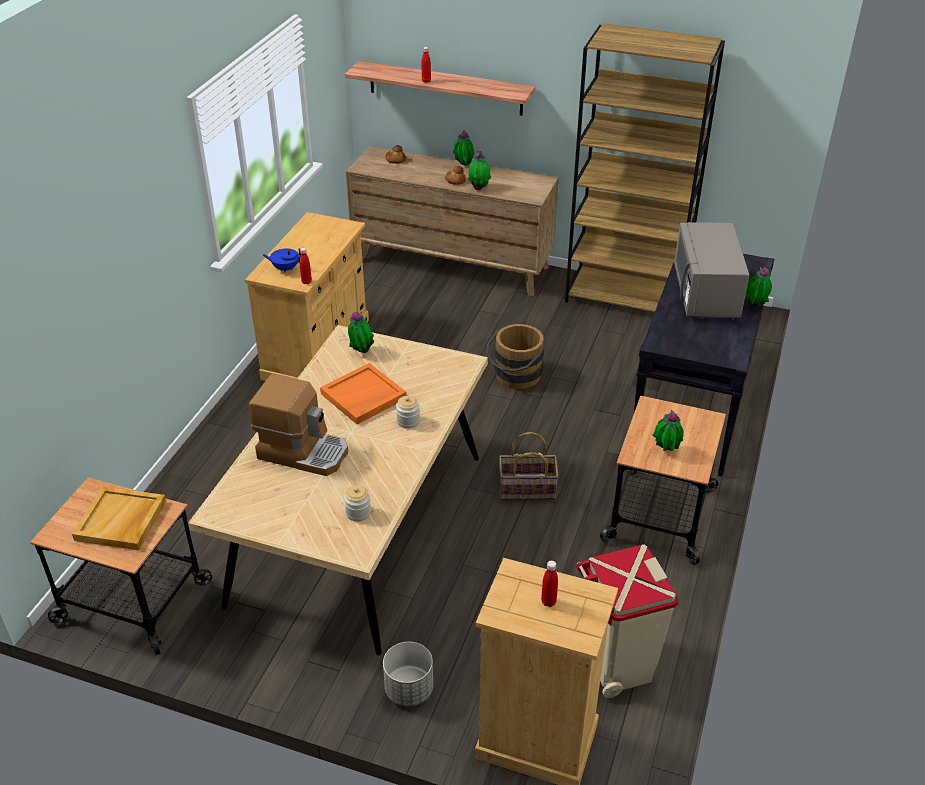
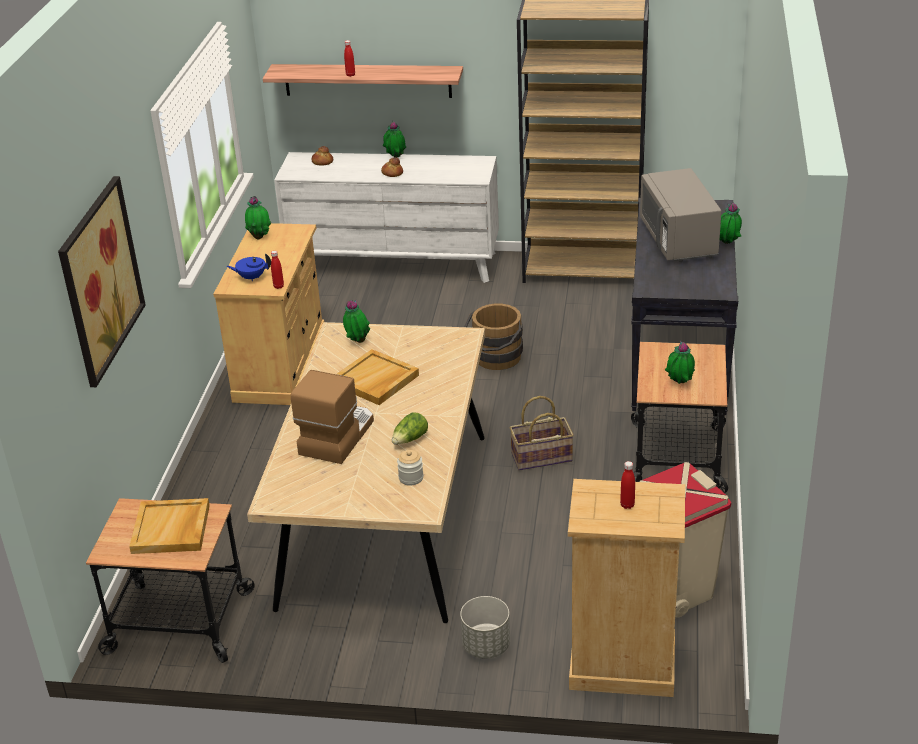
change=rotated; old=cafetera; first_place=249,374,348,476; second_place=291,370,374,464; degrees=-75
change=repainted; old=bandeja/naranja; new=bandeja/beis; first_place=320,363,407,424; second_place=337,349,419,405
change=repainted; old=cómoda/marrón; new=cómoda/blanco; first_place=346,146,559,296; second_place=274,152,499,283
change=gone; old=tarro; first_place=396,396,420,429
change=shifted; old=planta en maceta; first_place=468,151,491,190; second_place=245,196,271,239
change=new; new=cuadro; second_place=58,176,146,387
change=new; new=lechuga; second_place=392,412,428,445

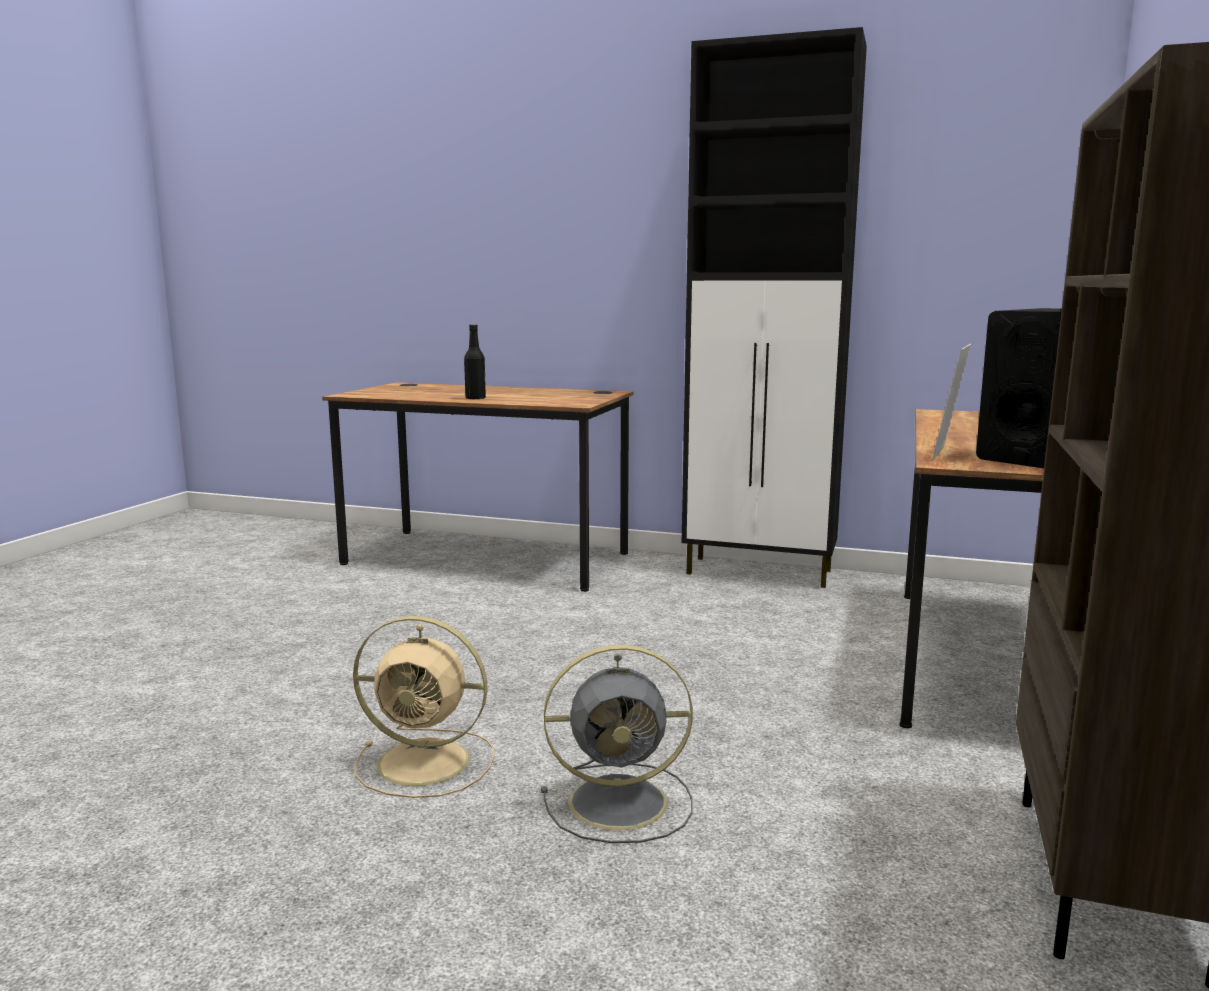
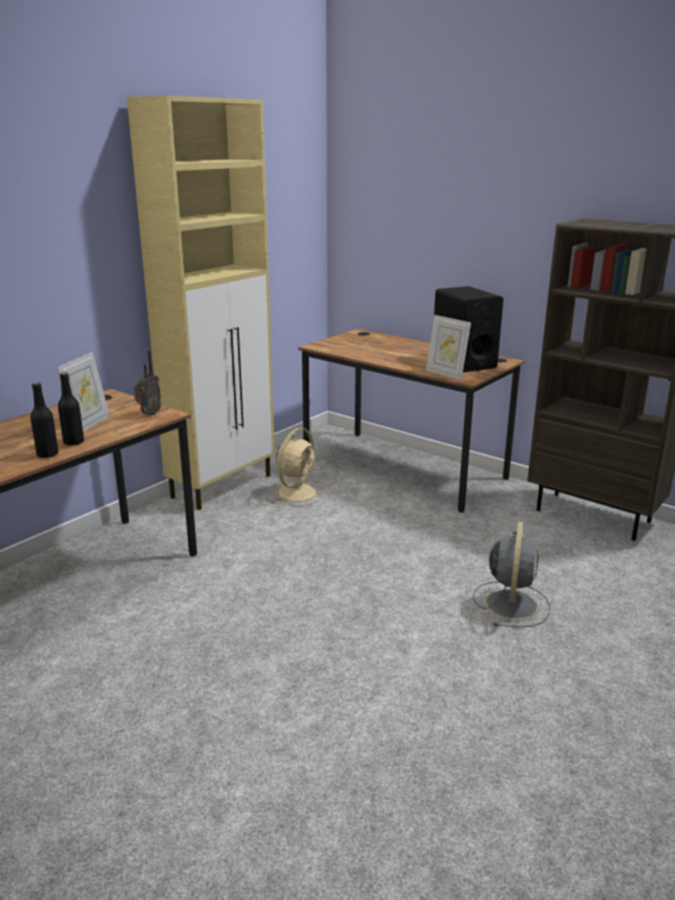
change=shifted; old=ventilador/beis; first_place=353,616,494,798; second_place=270,428,327,506
change=repainted; old=armario/negro; new=armario/beis; first_place=682,27,867,588; second_place=127,96,275,510
change=new; new=botella/negro; second_place=30,382,59,458
change=new; new=portarretratos; second_place=57,352,110,432
change=new; new=radio; second_place=134,350,161,416

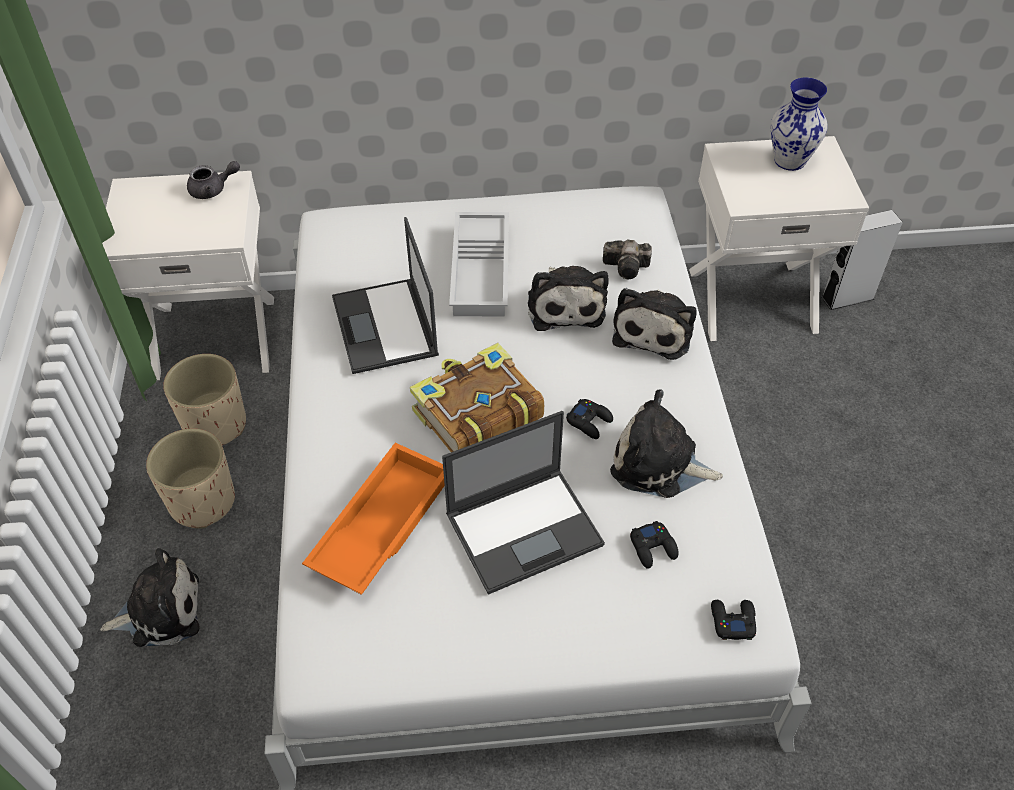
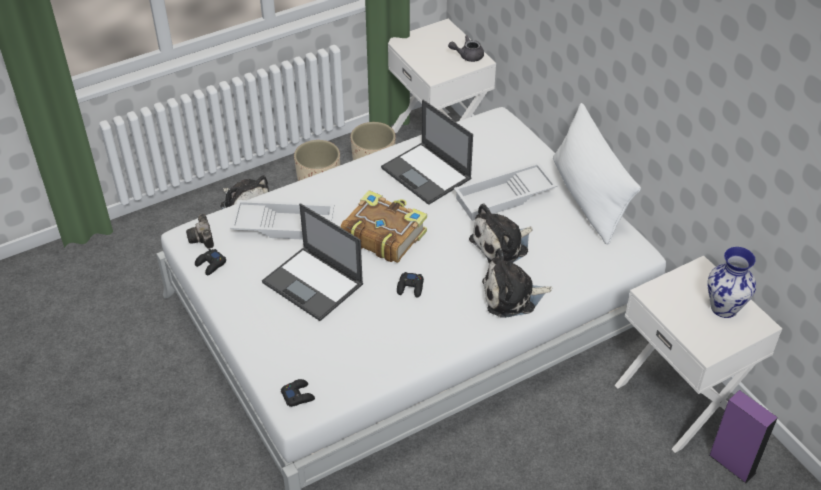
change=rotated; old=tetera/gris; first_place=187,161,240,199; second_place=448,35,484,62; degrees=120
change=repainted; old=bandeja/naranja; new=bandeja/blanco; first_place=302,443,445,595; second_place=230,200,334,240
change=rotated; old=portátil; first_place=332,217,439,374; second_place=381,100,473,205; degrees=-90
change=shifted; old=cámara; first_place=603,239,652,279; second_place=186,214,214,249
change=gone; old=peluche; first_place=610,389,723,498
change=shifted; old=mando de consola/negro; first_place=630,521,678,569; second_place=195,249,226,275
change=repainted; old=altavoz/gris; new=altavoz/morado; first_place=821,210,903,310; second_place=709,390,778,484
change=new; new=cojín/blanco; second_place=553,103,641,244

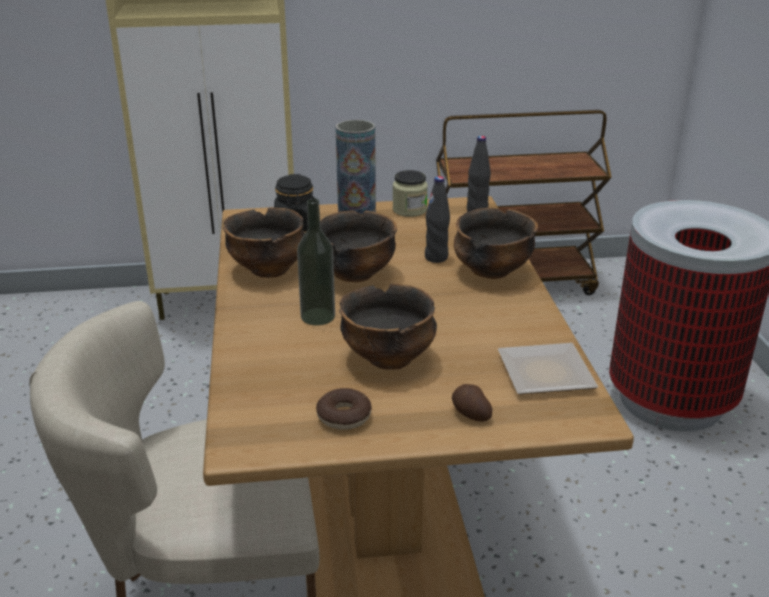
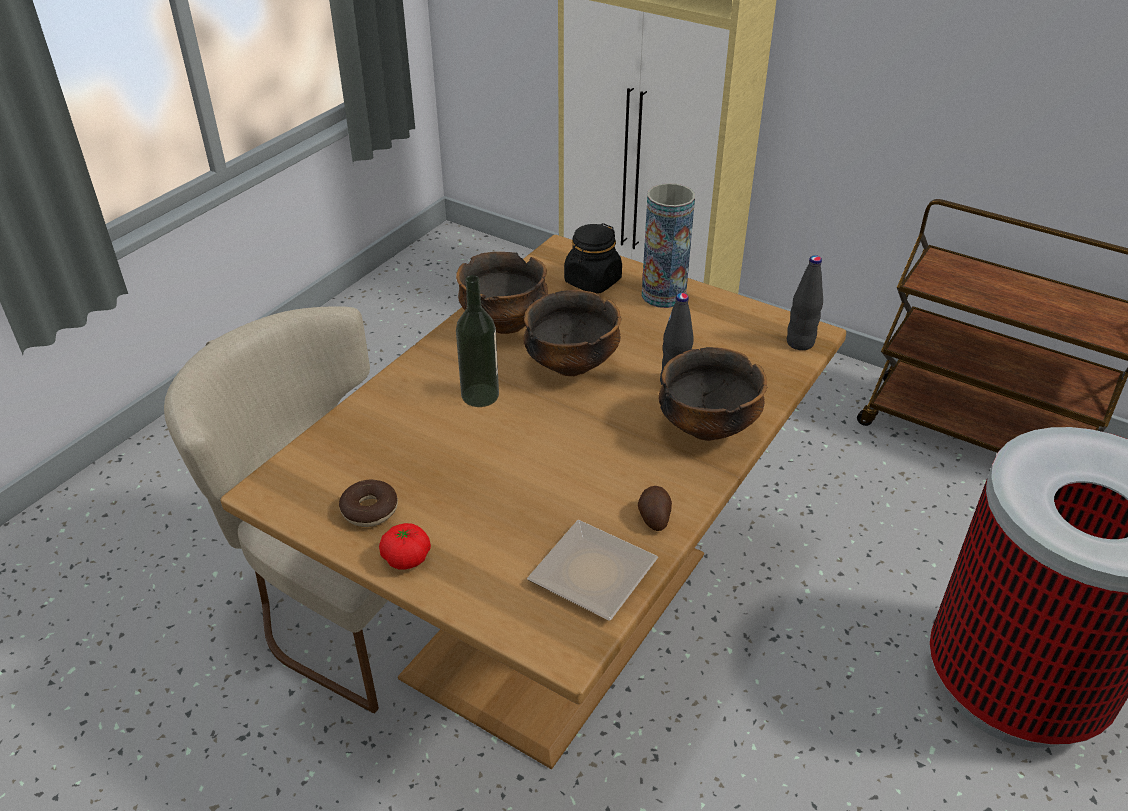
change=gone; old=cuenco; first_place=339,284,437,370
change=gone; old=tarro; first_place=393,170,428,217
change=shifted; old=patata; first_place=452,384,492,422; second_place=638,486,672,531
change=new; new=tomate; second_place=379,523,431,570

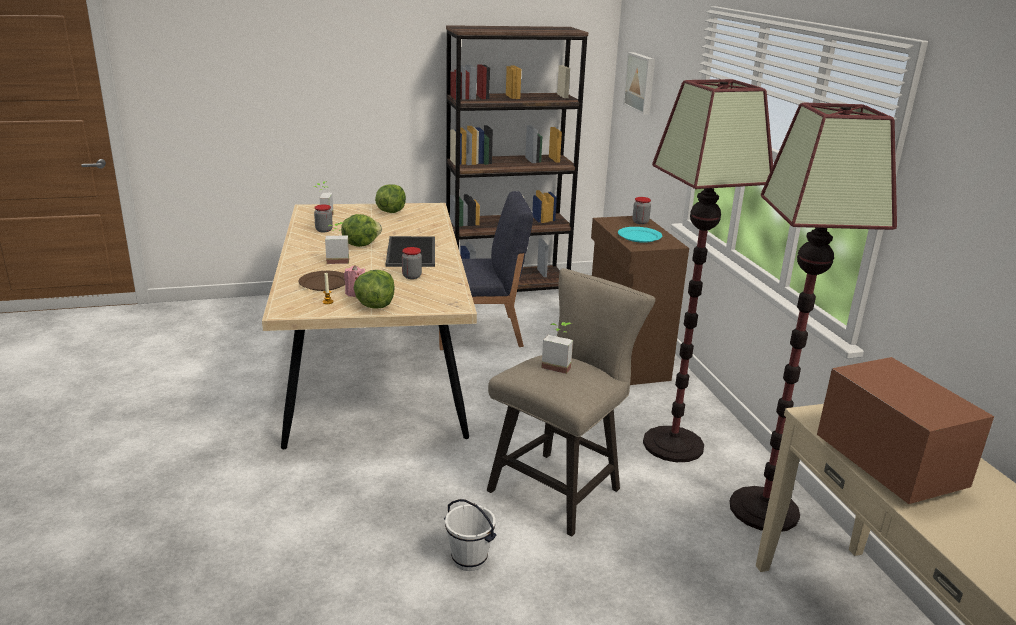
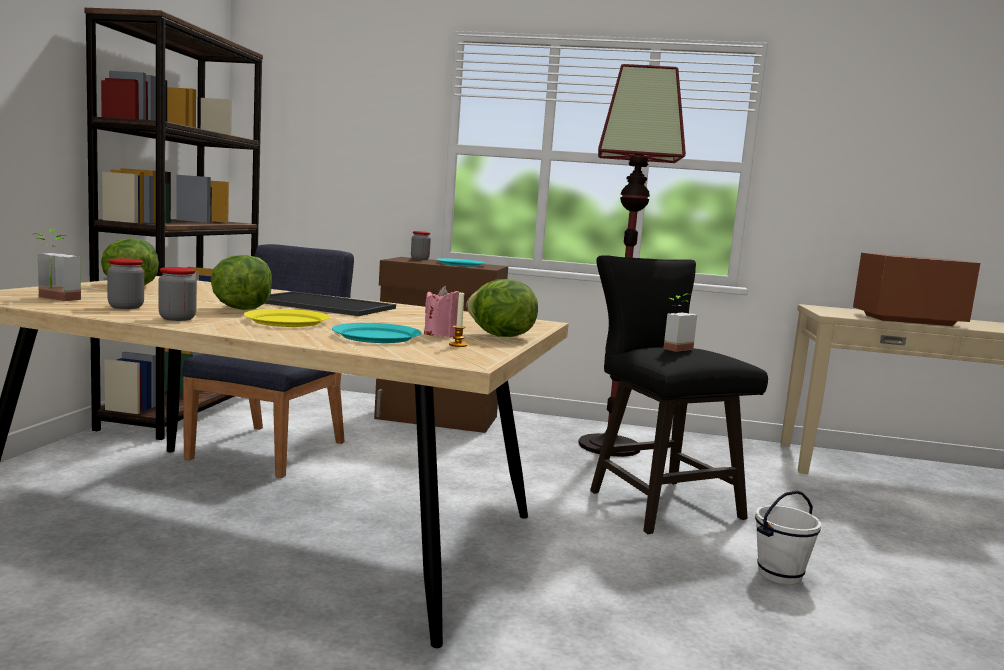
change=repainted; old=plato/marrón; new=plato/turquesa; first_place=299,271,345,291; second_place=332,323,421,343
change=swapped; old=planta en maceta; new=plato/amarillo; first_place=325,222,349,264; second_place=243,309,330,327
change=shifted; old=tarro; first_place=402,247,422,279; second_place=158,267,197,321
change=repainted; old=taburete/beis; new=taburete/negro; first_place=487,268,655,537; second_place=590,255,768,534
change=gone; old=cuadro; first_place=623,52,655,115
change=gone; old=lámpara de pie; first_place=730,102,897,532

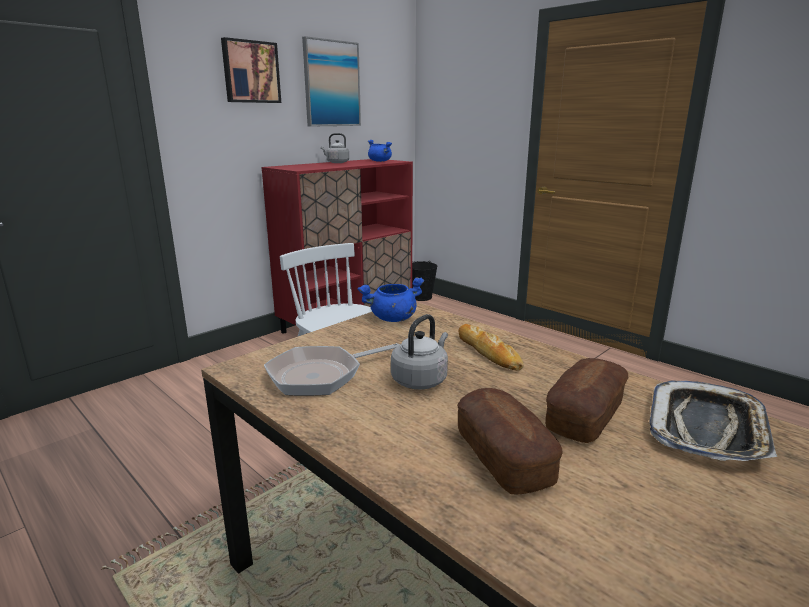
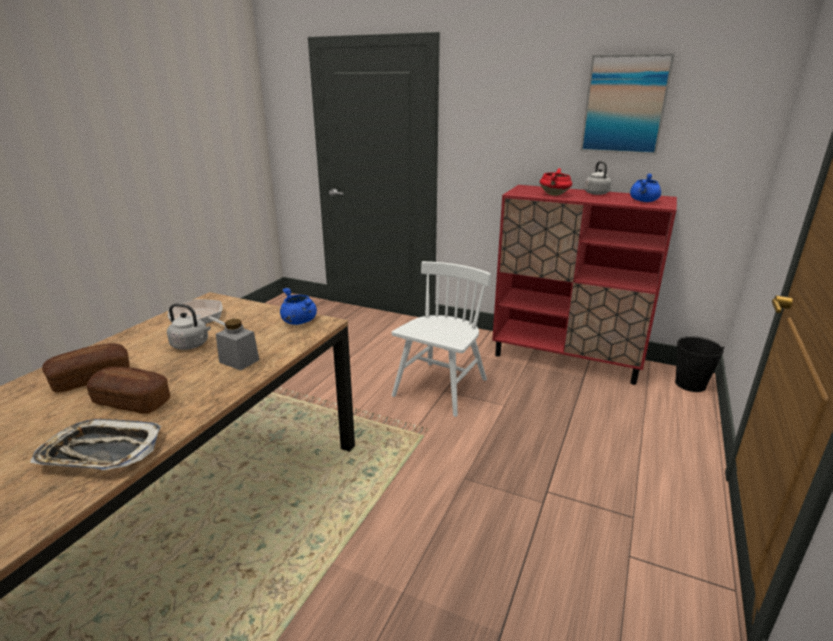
change=gone; old=cuadro; first_place=221,37,281,103
change=swapped; old=pan; new=tarro/gris; first_place=458,324,524,371; second_place=216,319,259,370
change=new; new=olla/rojo; second_place=540,168,572,196

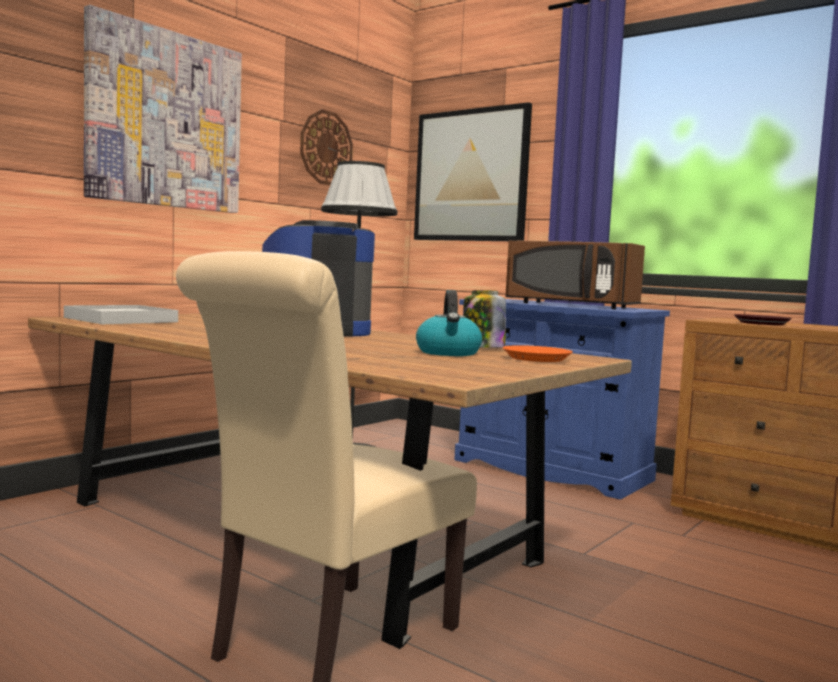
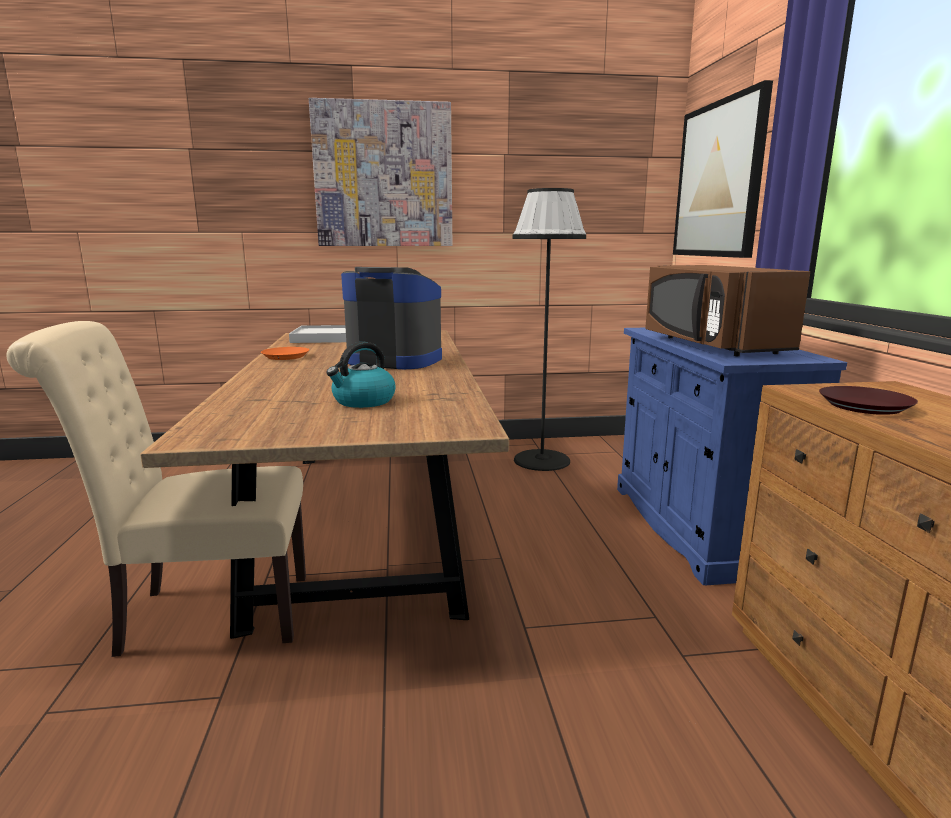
change=gone; old=reloj de pared; first_place=300,109,353,185
change=gone; old=tarro; first_place=463,290,506,348
change=shifted; old=plato/naranja; first_place=502,345,573,362; second_place=261,347,309,360

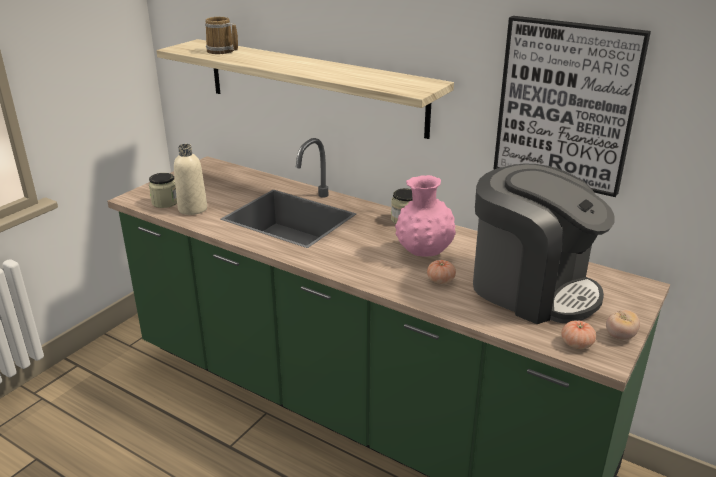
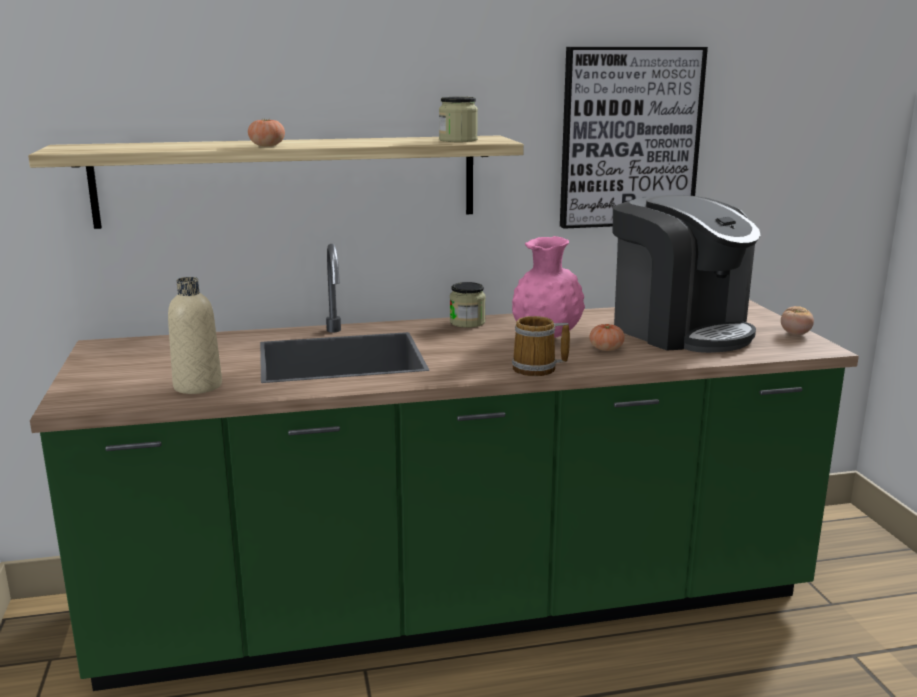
change=shifted; old=tarro; first_place=149,173,177,208; second_place=439,97,478,142
change=shifted; old=taza grande; first_place=205,17,238,54; second_place=512,316,570,376
change=rotated; old=cafetera; first_place=473,164,615,324; second_place=613,195,760,353; degrees=60
change=shifted; old=tomate; first_place=561,320,596,349; second_place=248,119,285,146

